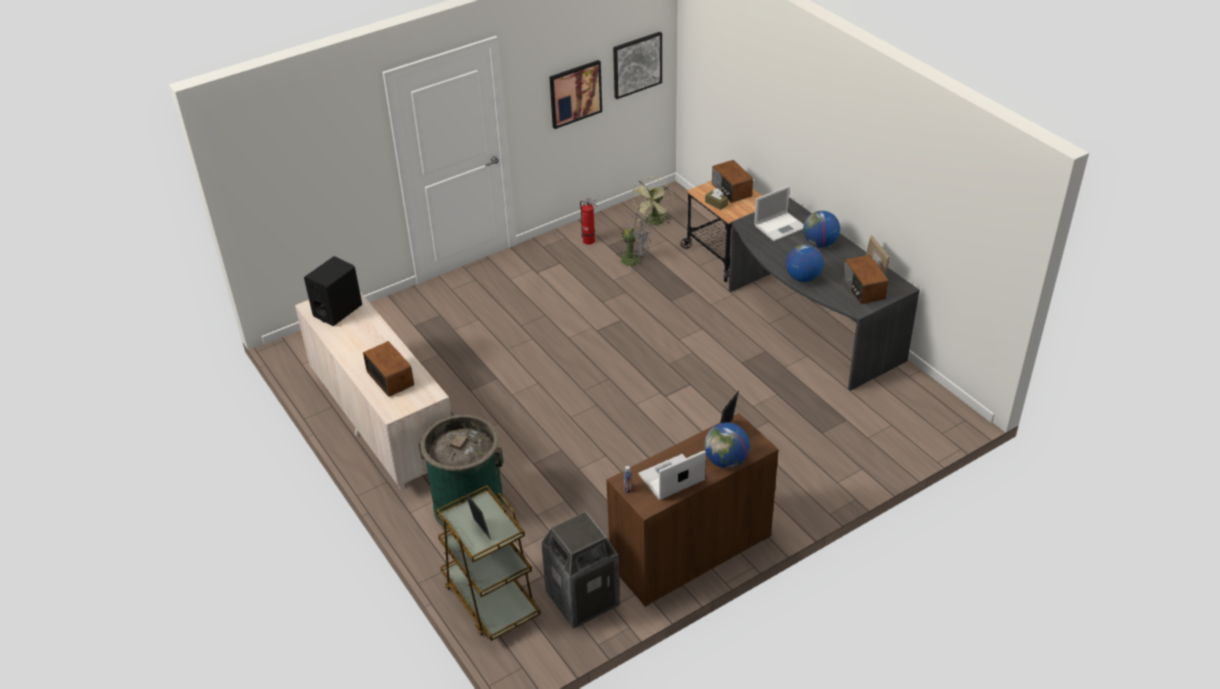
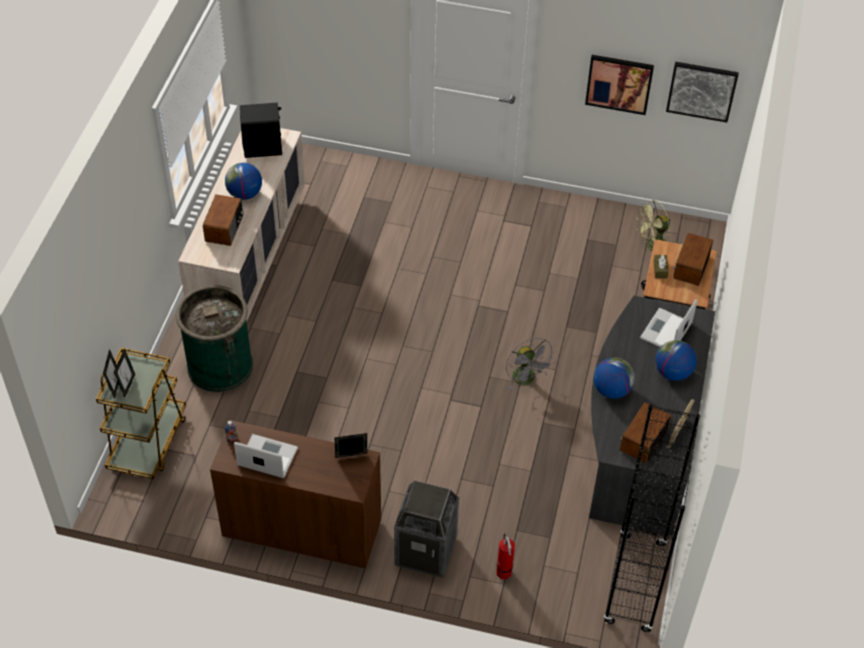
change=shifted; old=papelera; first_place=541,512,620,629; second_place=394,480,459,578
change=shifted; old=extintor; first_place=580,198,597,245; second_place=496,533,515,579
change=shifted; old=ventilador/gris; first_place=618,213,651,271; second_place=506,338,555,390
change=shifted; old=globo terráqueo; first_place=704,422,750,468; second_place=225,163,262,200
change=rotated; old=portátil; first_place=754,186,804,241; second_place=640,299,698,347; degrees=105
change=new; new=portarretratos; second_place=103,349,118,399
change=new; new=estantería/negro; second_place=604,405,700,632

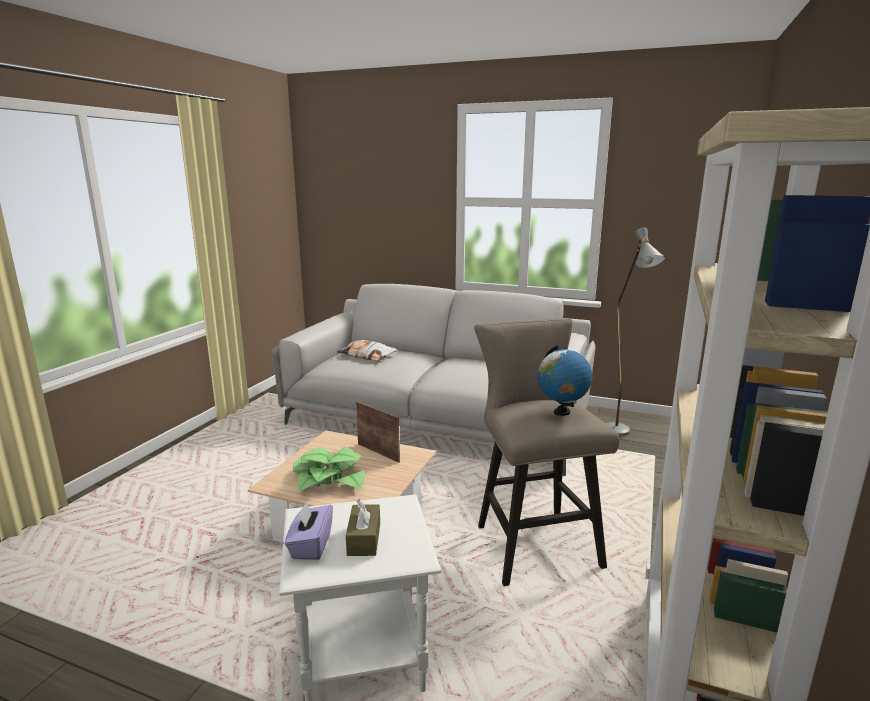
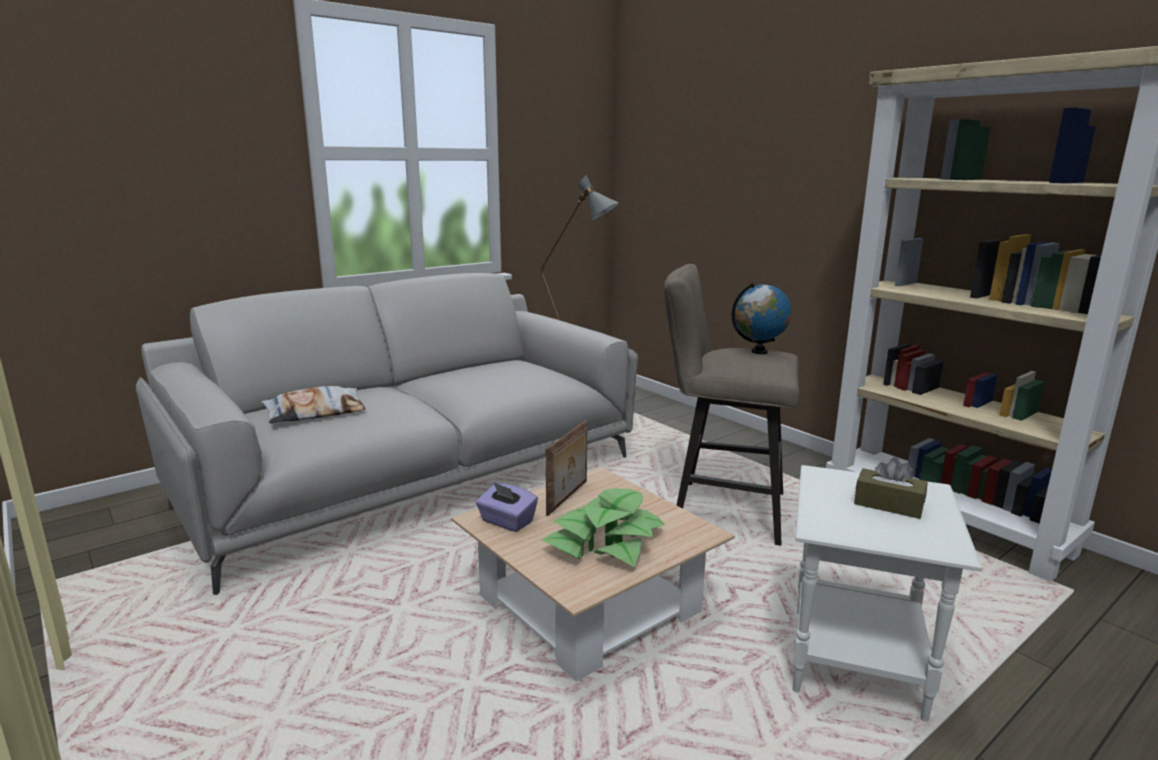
change=shifted; old=caja de pañuelos/morado; first_place=285,501,333,560; second_place=476,483,538,532
change=rotated; old=portarretratos; first_place=356,401,400,463; second_place=546,420,587,516; degrees=135

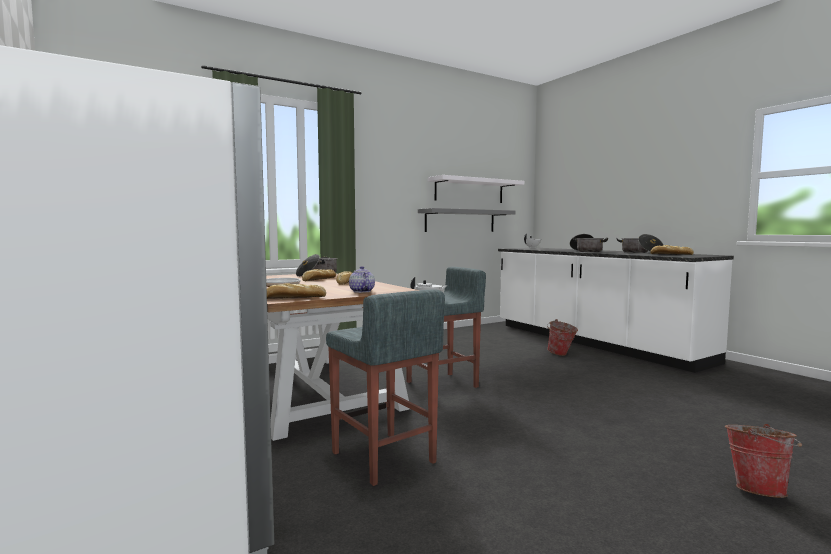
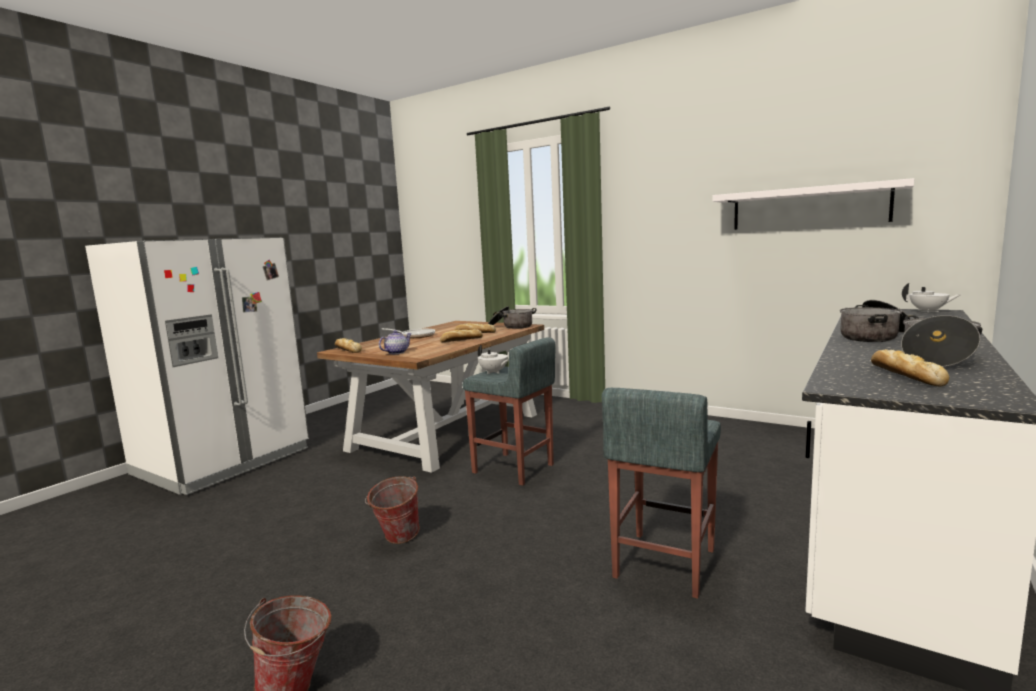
change=shifted; old=taburete/gris; first_place=326,289,445,486; second_place=602,388,721,599
change=gone; old=estante/gris; first_place=418,208,516,232
change=shifted; old=cubo; first_place=547,319,578,356; second_place=365,476,420,544

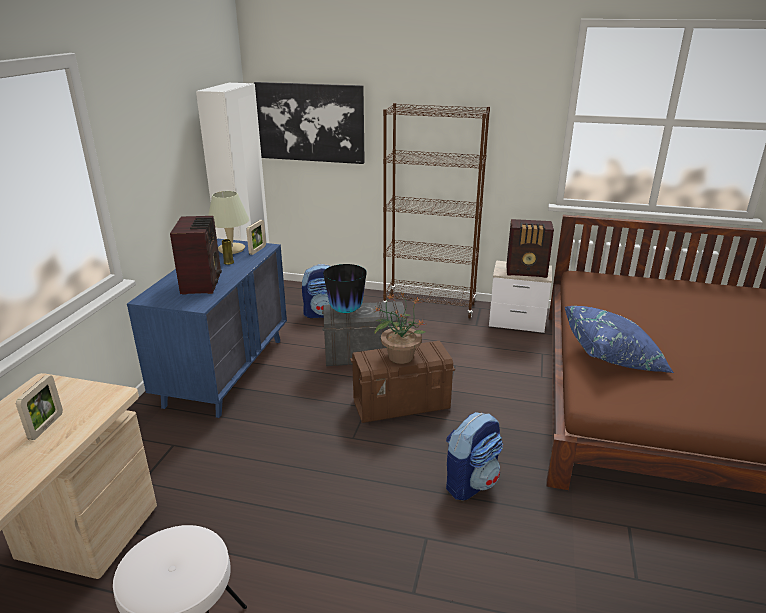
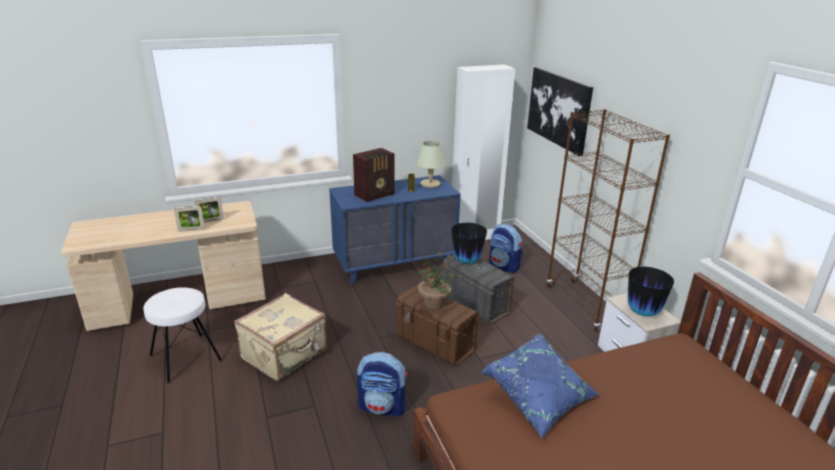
change=shifted; old=portarretratos; first_place=246,220,266,255; second_place=174,206,205,232
change=swapped; old=radio; new=florero; first_place=506,219,554,278; second_place=628,267,674,316
change=new; new=maleta/beis; second_place=234,293,327,381

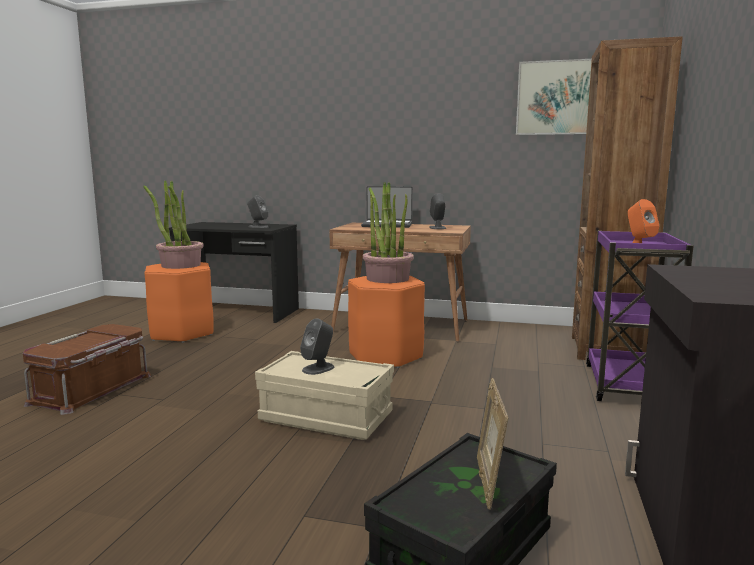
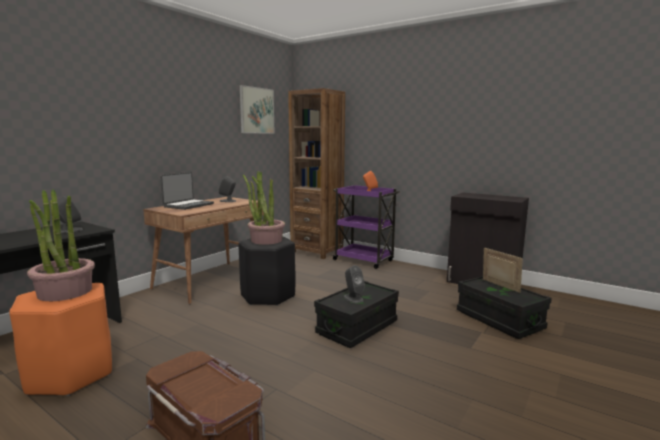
change=repainted; old=caja de almacenaje/beis; new=caja de almacenaje/negro; first_place=255,351,394,440; second_place=314,281,399,348
change=repainted; old=taburete/naranja; new=taburete/negro; first_place=348,276,425,368; second_place=238,237,296,306
change=rotated; old=portarretratos; first_place=477,378,508,510; second_place=483,247,523,293; degrees=-150

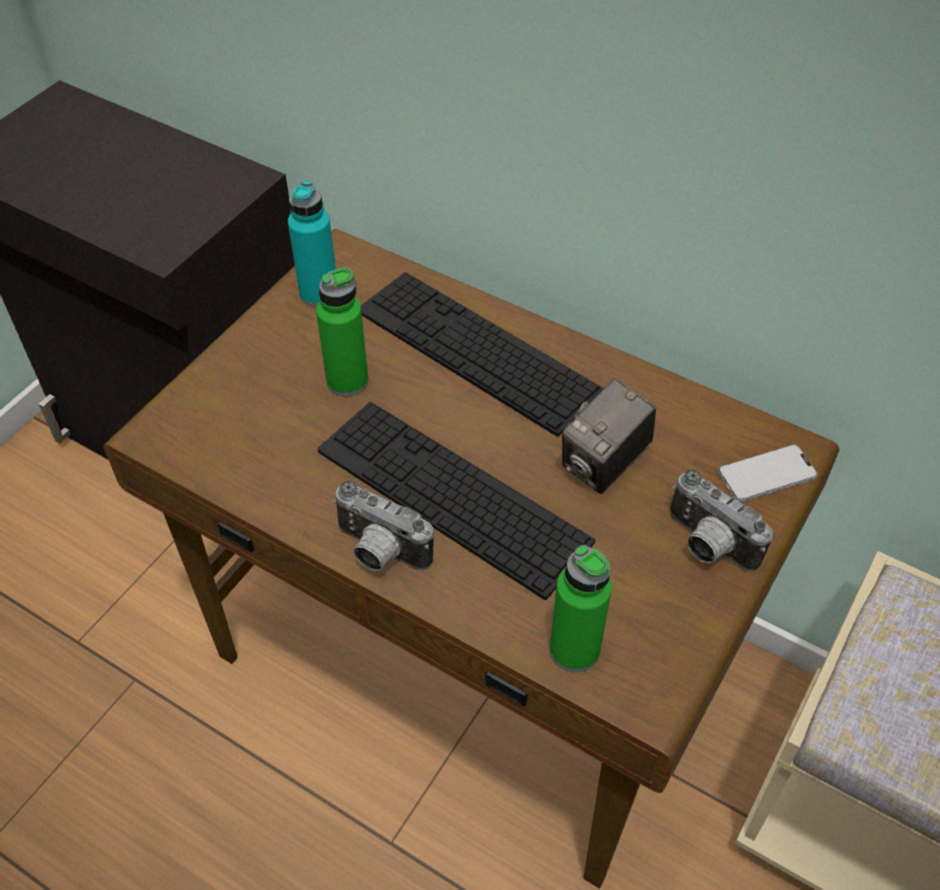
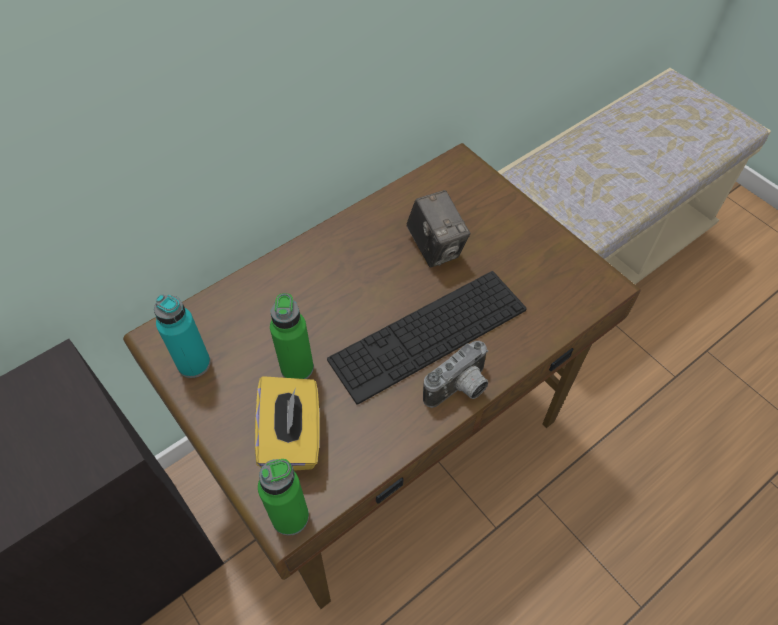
change=gone; old=teclado; first_place=361,272,604,437
change=shifted; old=botella/verde; first_place=550,545,612,672; second_place=258,459,309,536
change=gone; old=cámara; first_place=670,469,773,572
change=gone; old=móvil; first_place=718,444,817,502
change=new; new=caja de pañuelos/amarillo; second_place=255,376,320,471

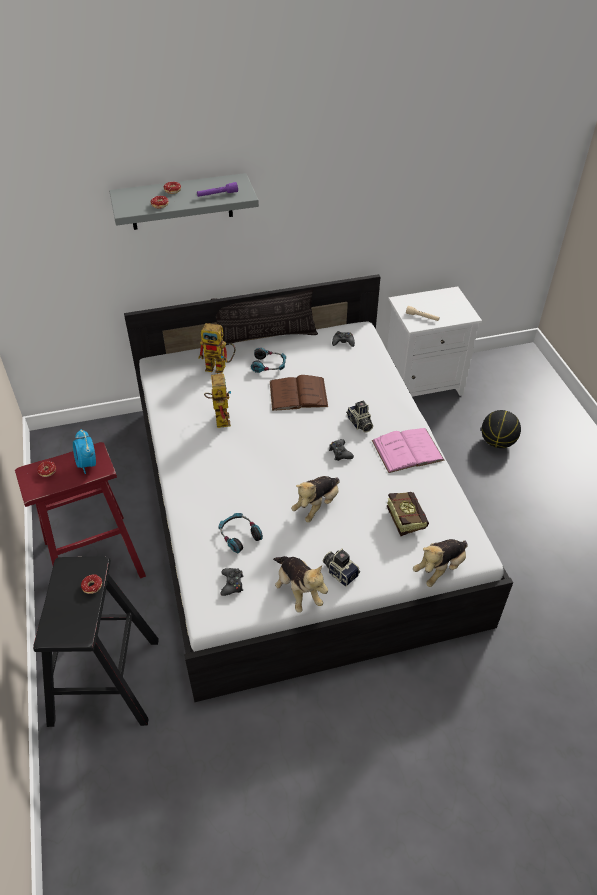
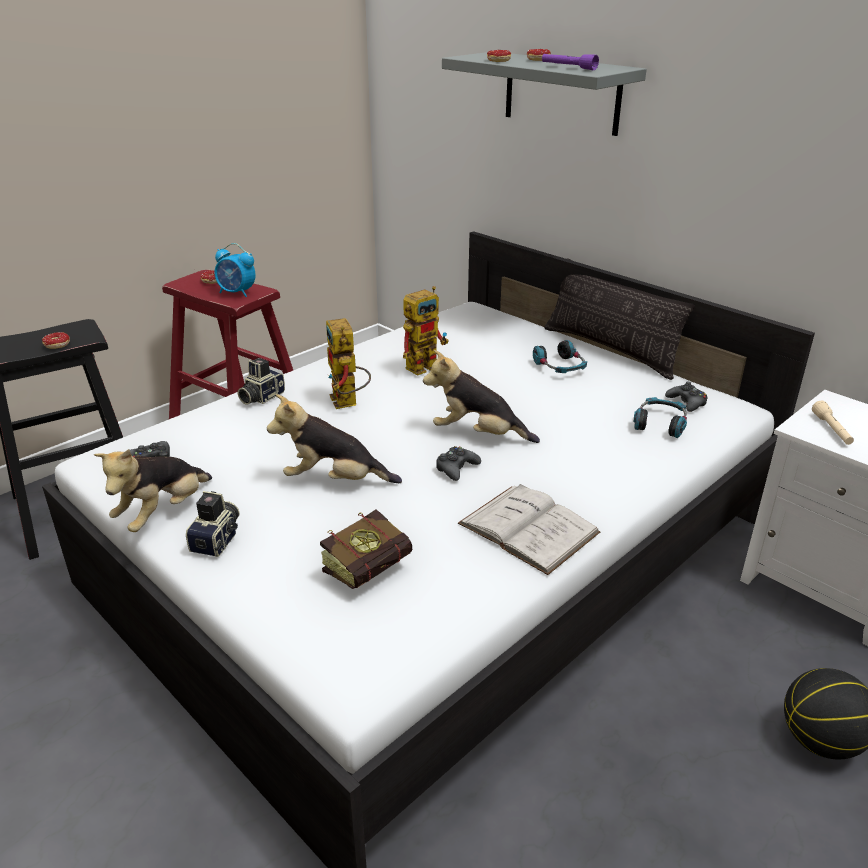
change=rotated; old=despertador; first_place=73,429,96,474; second_place=215,243,256,297; degrees=-105
change=shifted; old=robot de juguete; first_place=198,323,235,374; second_place=326,318,371,409
change=shifted; old=auriculares; first_place=218,513,263,553; second_place=634,397,687,438
change=gone; old=libro/marrón; first_place=270,375,328,411
change=shifted; old=cámara; first_place=346,401,373,432; second_place=238,358,285,405
change=repainted; old=libro/rosa; new=libro/blanco; first_place=372,428,445,473; second_place=458,484,601,575
change=shifted; old=peluche; first_place=413,539,467,587; second_place=423,350,540,443

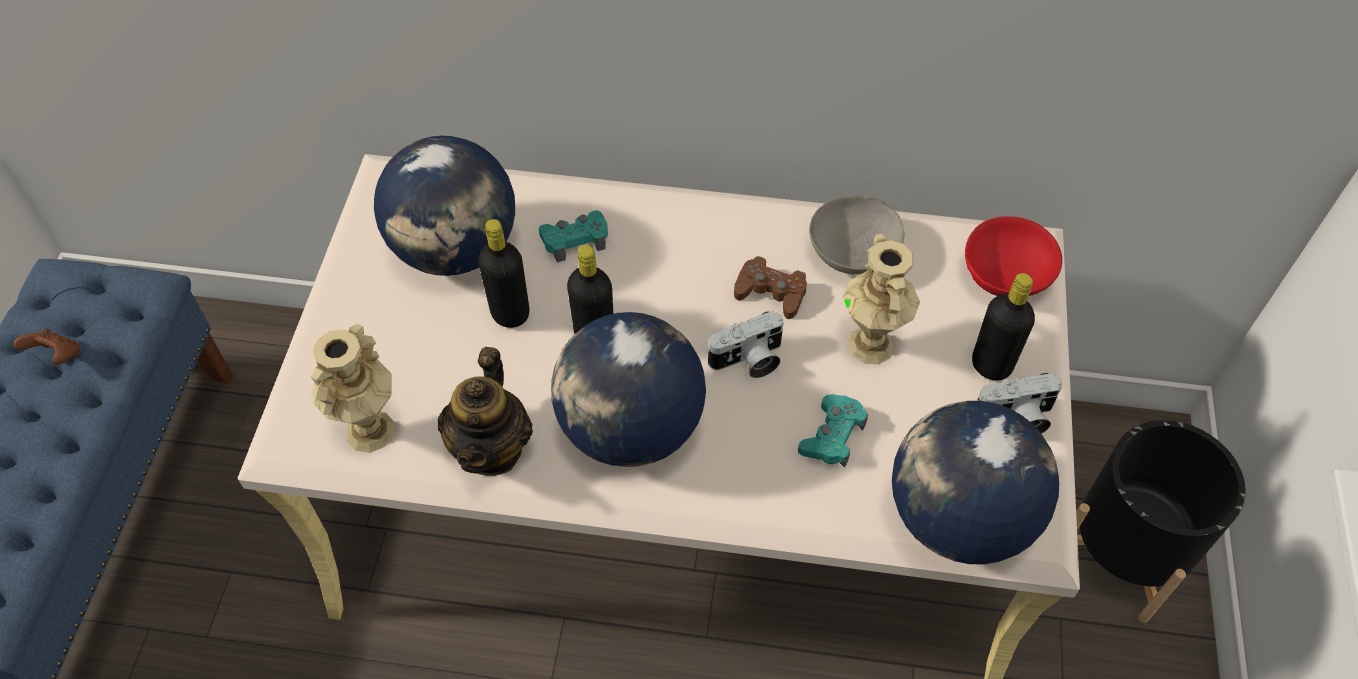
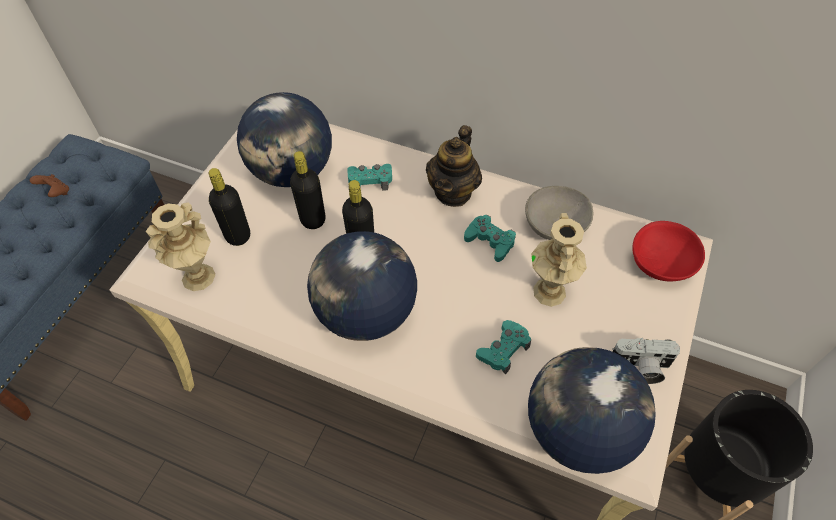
change=shifted; old=tetera; first_place=438,347,533,476; second_place=426,125,482,207
change=gone; old=cámara; first_place=706,310,784,378
change=repainted; old=mando de consola/marrón; new=mando de consola/turquesa; first_place=734,256,807,319; second_place=464,215,516,262
change=shifted; old=botella/negro; first_place=972,273,1035,380; second_place=209,168,250,246

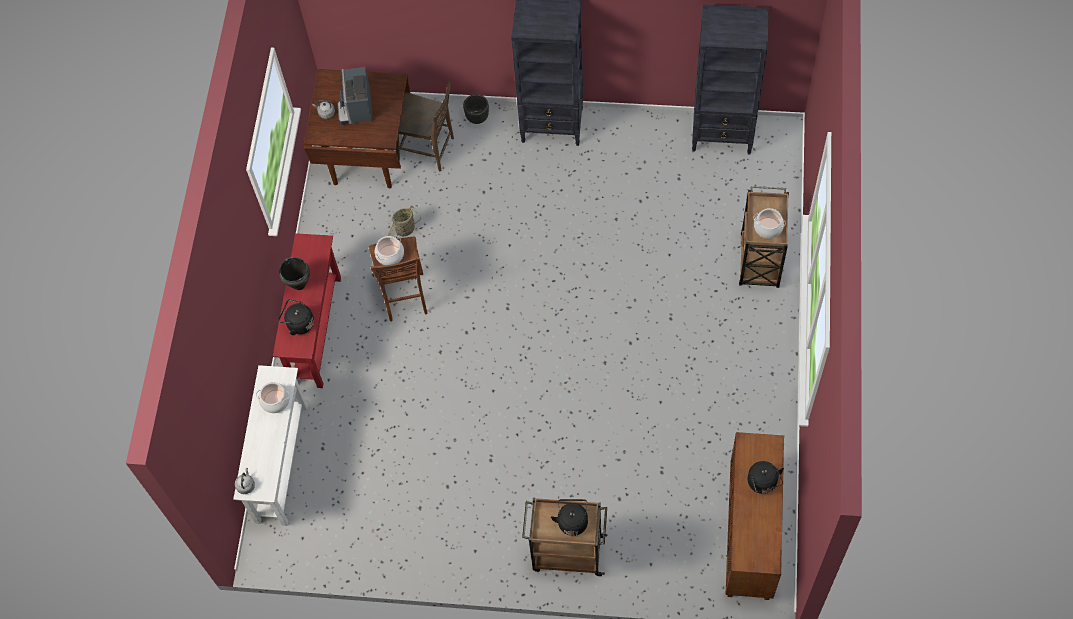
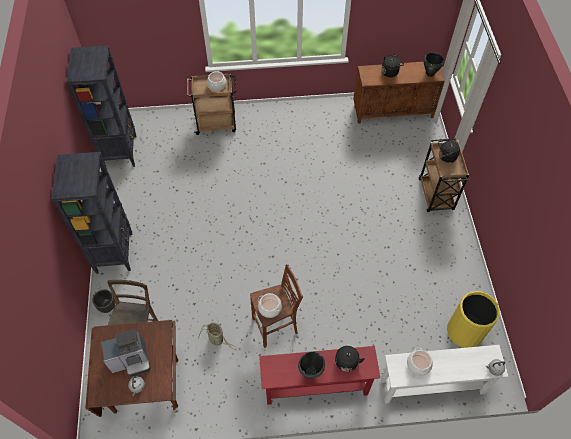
change=new; new=olla/negro; second_place=424,52,444,77
change=new; new=papelera/amarillo; second_place=447,291,500,348

